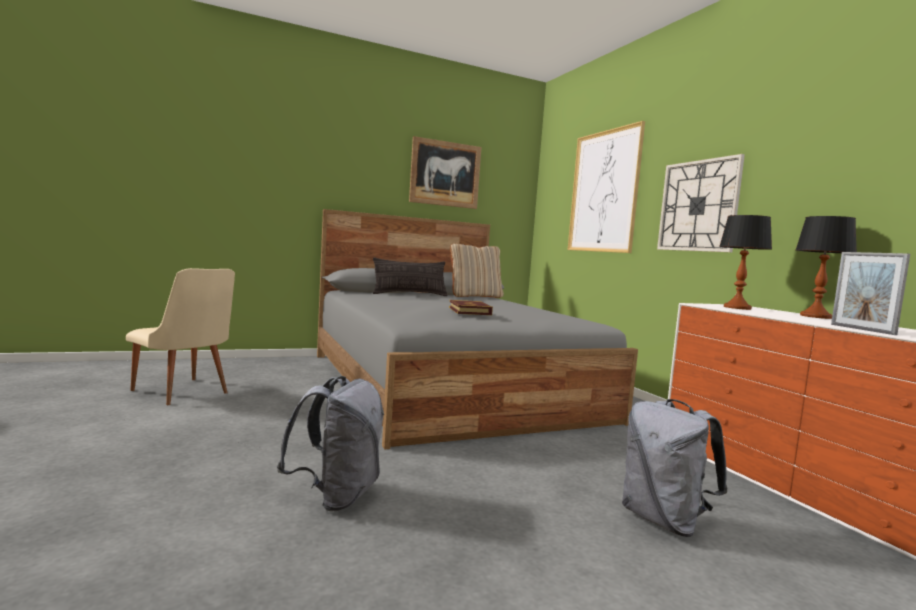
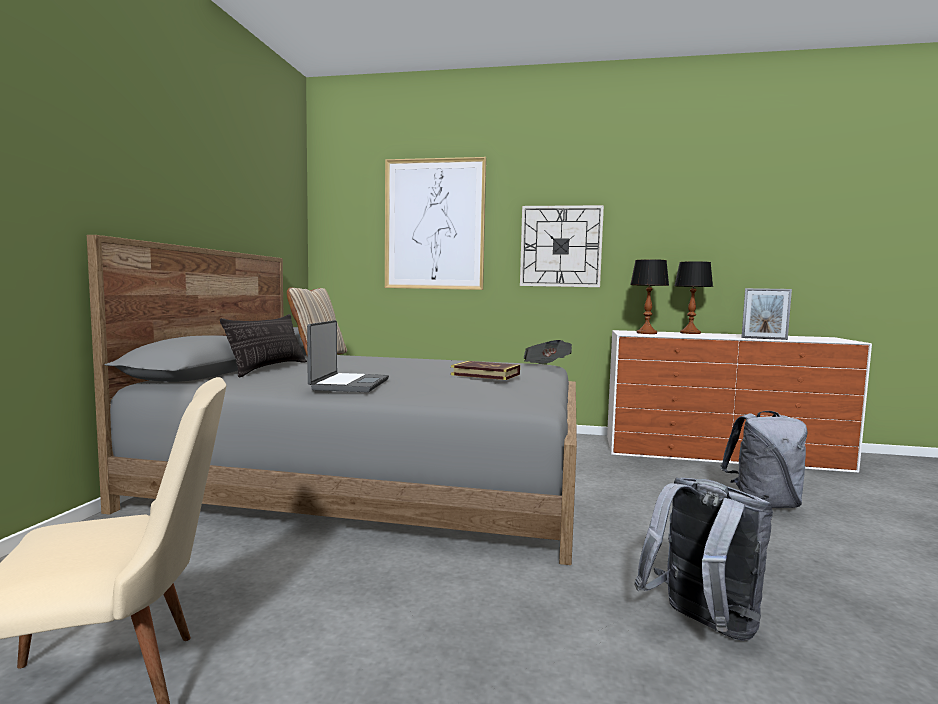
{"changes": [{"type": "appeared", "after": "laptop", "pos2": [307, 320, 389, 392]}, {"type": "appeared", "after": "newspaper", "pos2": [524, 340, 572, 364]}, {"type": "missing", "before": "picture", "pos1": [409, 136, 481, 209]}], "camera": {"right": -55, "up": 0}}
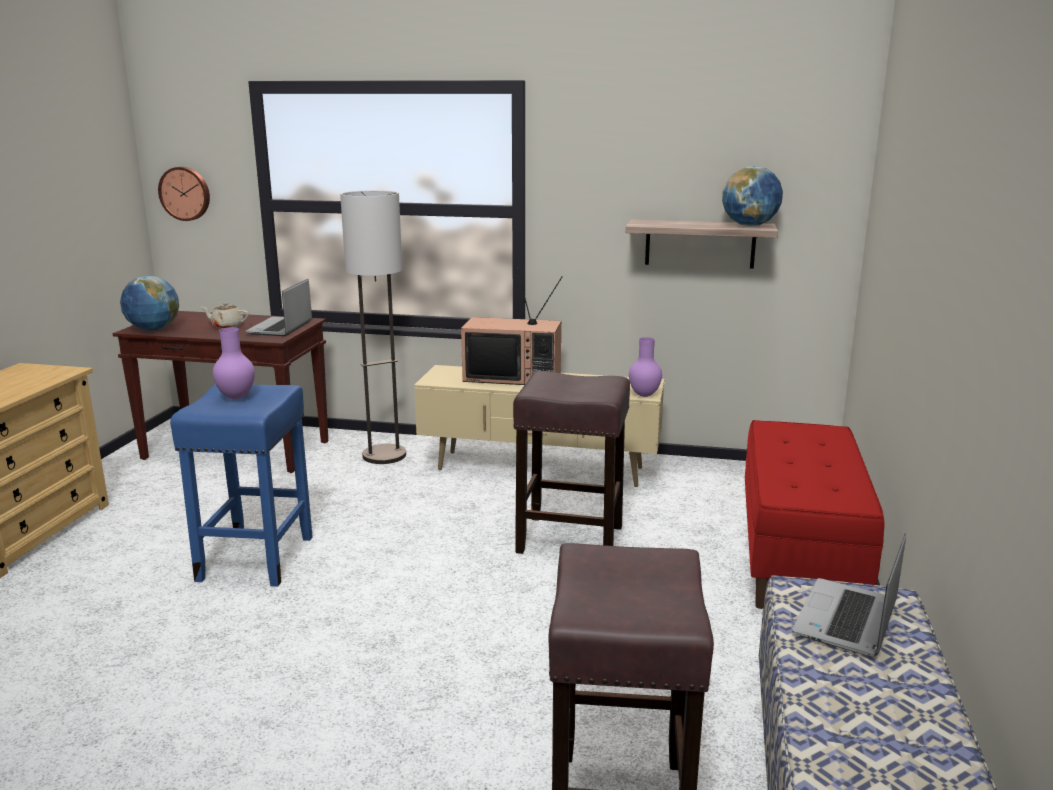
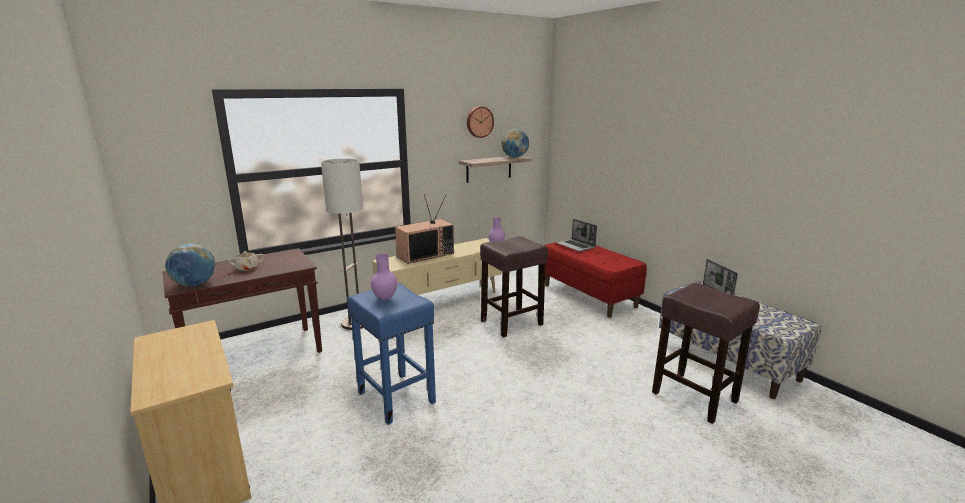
{"changes": [{"type": "relocated", "before": "wall clock", "pos1": [158, 167, 210, 221], "pos2": [467, 107, 494, 138]}, {"type": "relocated", "before": "laptop", "pos1": [245, 279, 312, 336], "pos2": [556, 219, 597, 252]}], "camera": {"right": -45, "up": 0}}
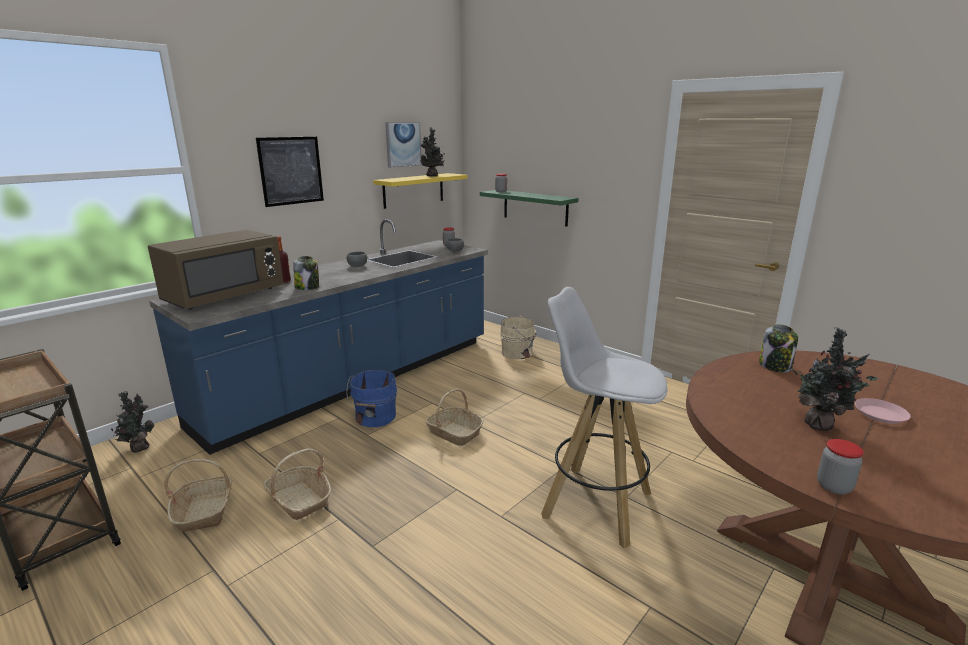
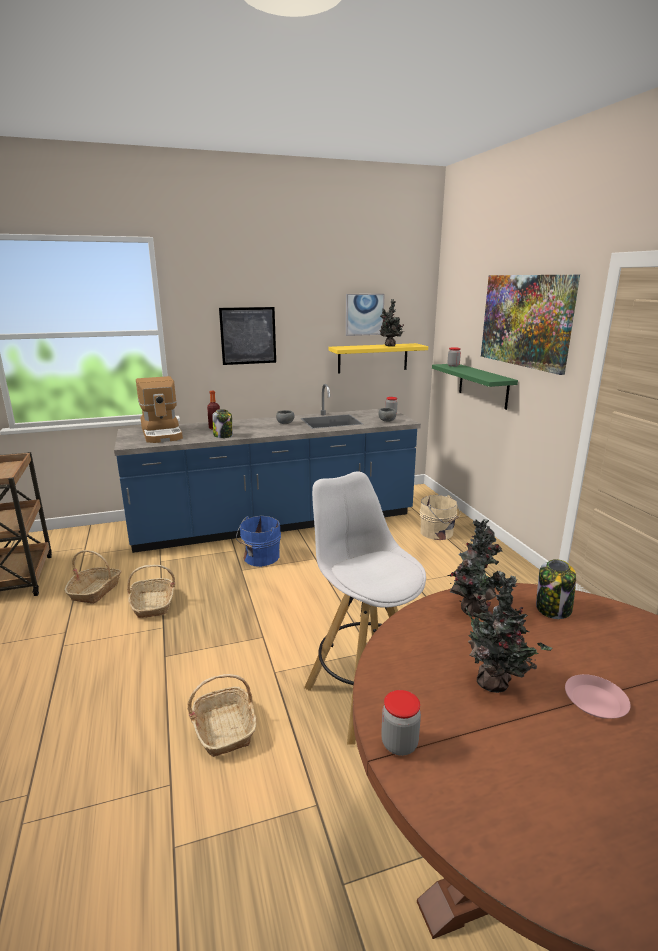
{"changes": [{"type": "exchanged", "before": "brown microwave", "after": "coffee machine", "pos1": [148, 230, 284, 309], "pos2": [136, 376, 183, 443]}, {"type": "relocated", "before": "basket", "pos1": [426, 389, 484, 446], "pos2": [188, 674, 257, 757]}, {"type": "relocated", "before": "potted plant", "pos1": [111, 391, 155, 452], "pos2": [447, 519, 504, 617]}, {"type": "appeared", "after": "picture", "pos2": [481, 275, 580, 375]}], "camera": {"right": 30, "up": 0}}
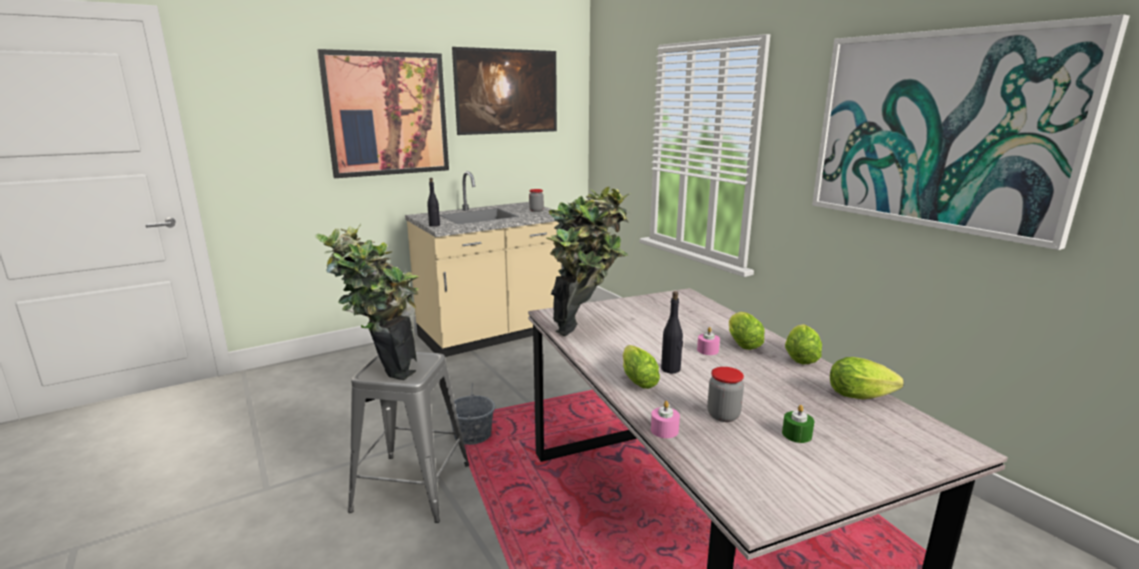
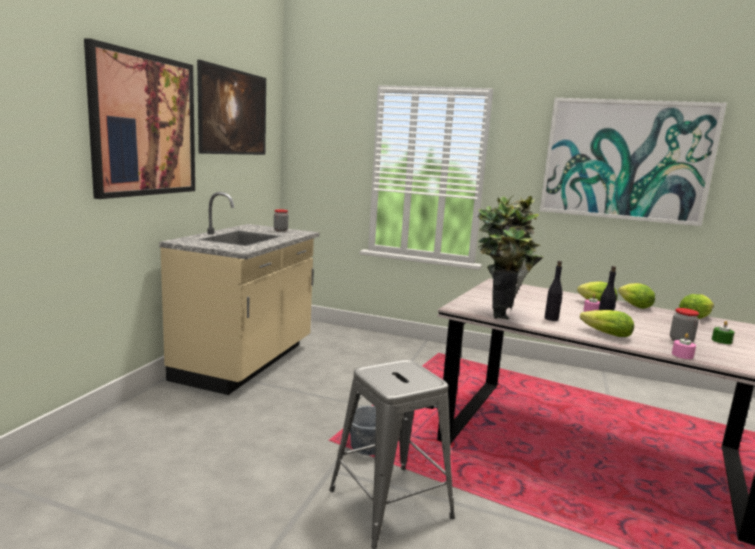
{"changes": [{"type": "relocated", "before": "black bottle", "pos1": [427, 178, 440, 227], "pos2": [544, 261, 563, 321]}, {"type": "missing", "before": "potted plant", "pos1": [315, 224, 419, 380]}], "camera": {"right": -40, "up": -5}}
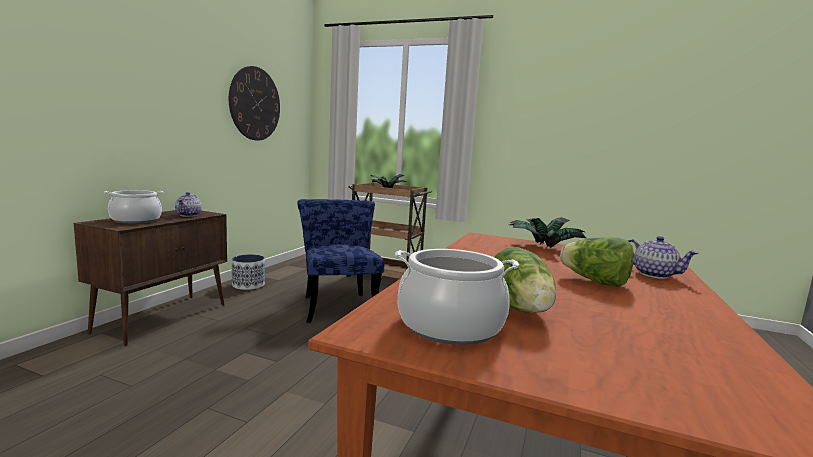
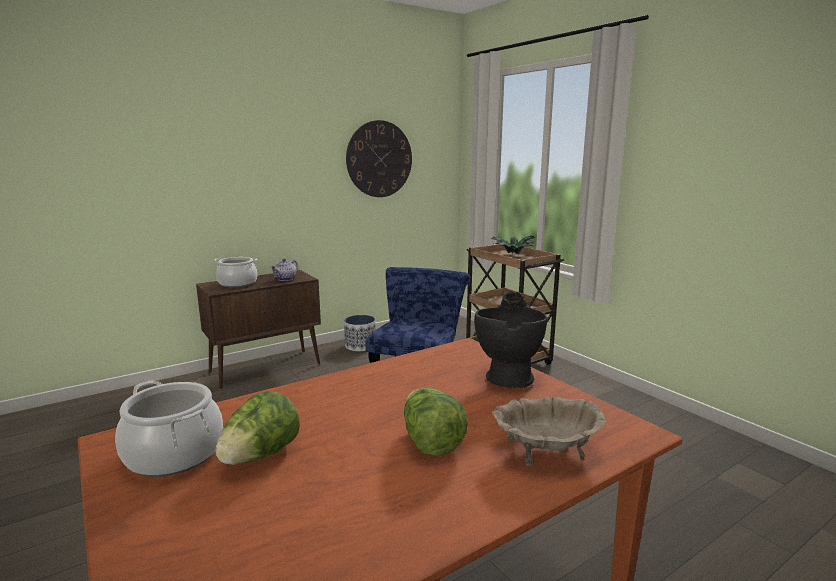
{"changes": [{"type": "exchanged", "before": "potted plant", "after": "black vase", "pos1": [510, 217, 586, 248], "pos2": [474, 292, 547, 388]}, {"type": "exchanged", "before": "teapot", "after": "beige bowl", "pos1": [628, 236, 699, 279], "pos2": [492, 397, 606, 466]}], "camera": {"right": 35, "up": 5}}
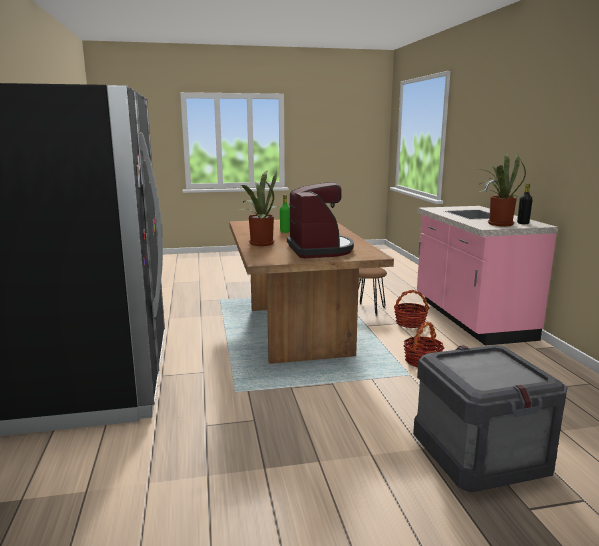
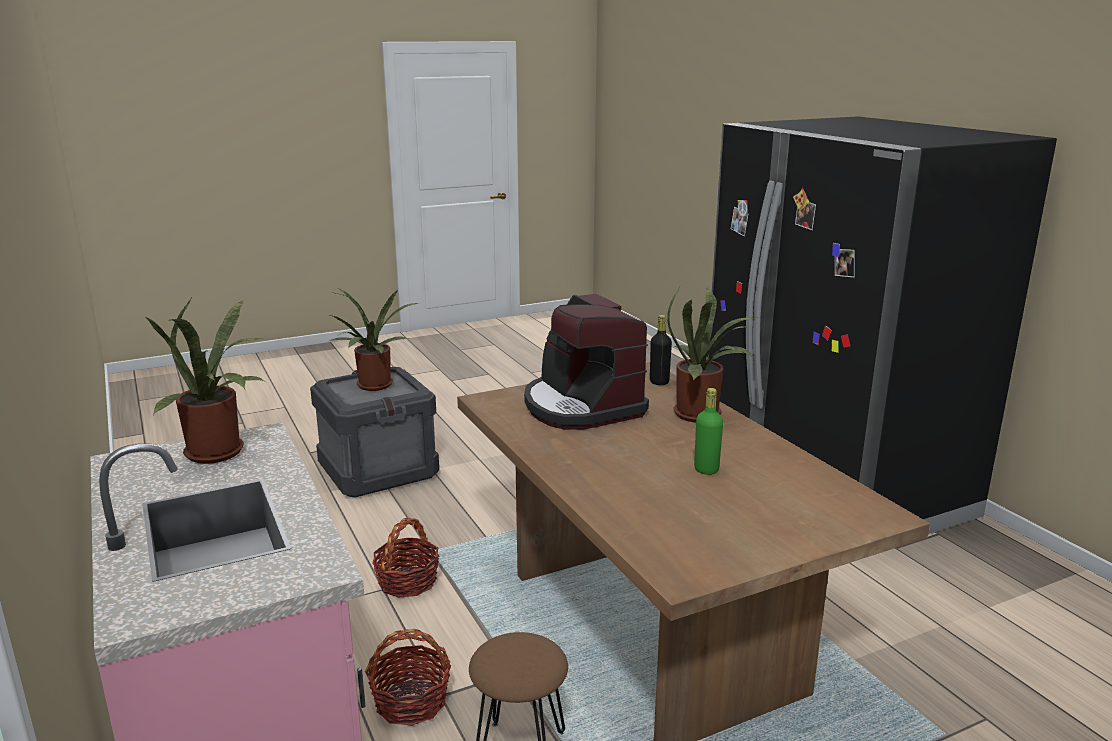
{"changes": [{"type": "appeared", "after": "potted plant", "pos2": [329, 287, 418, 391]}, {"type": "relocated", "before": "black bottle", "pos1": [517, 183, 533, 224], "pos2": [650, 315, 672, 385]}], "camera": {"right": 165, "up": 5}}
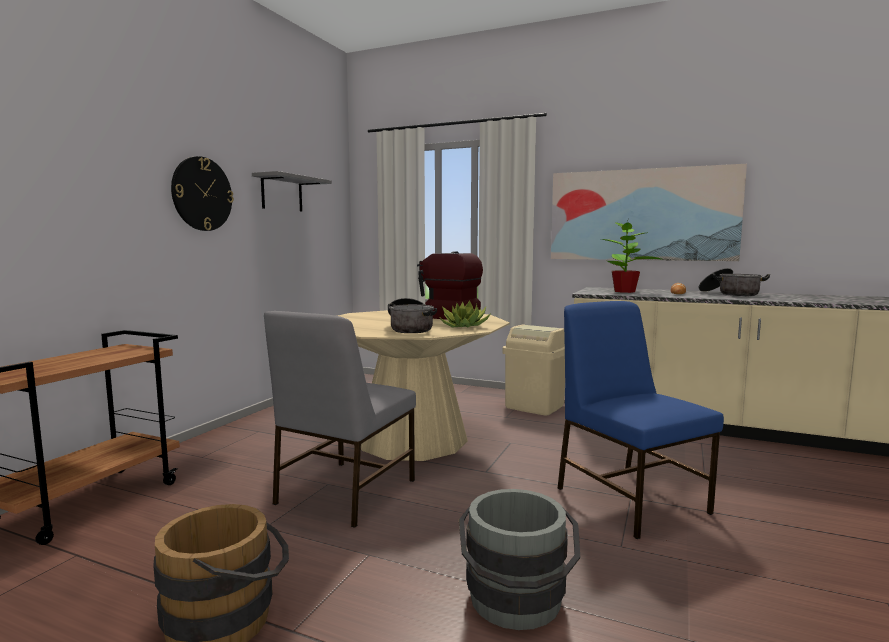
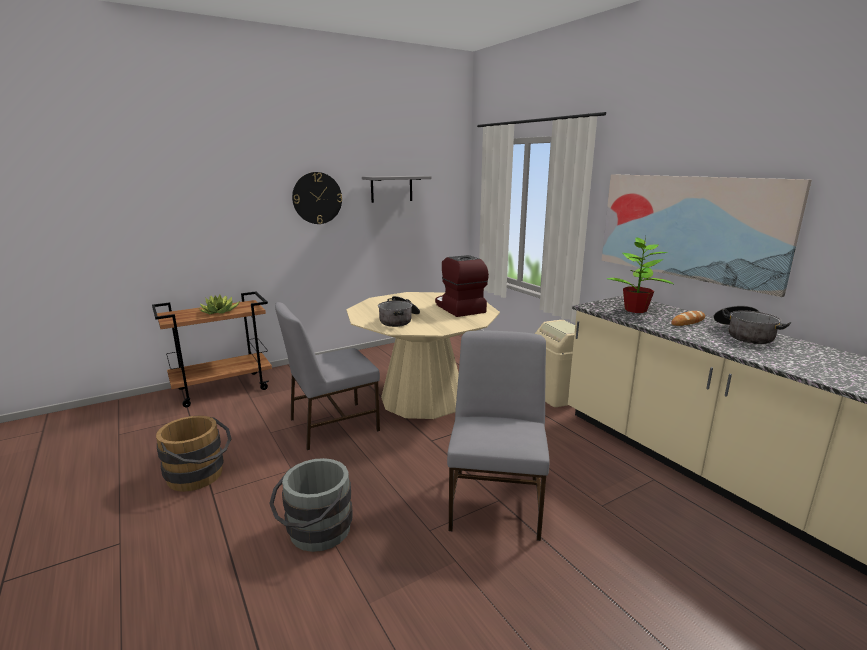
{"changes": [{"type": "relocated", "before": "potted plant", "pos1": [439, 301, 491, 327], "pos2": [199, 295, 241, 314]}, {"type": "colour", "before": "blue chair", "after": "grey chair", "pos1": [558, 301, 724, 539], "pos2": [447, 330, 550, 541]}], "camera": {"right": 35, "up": 10}}
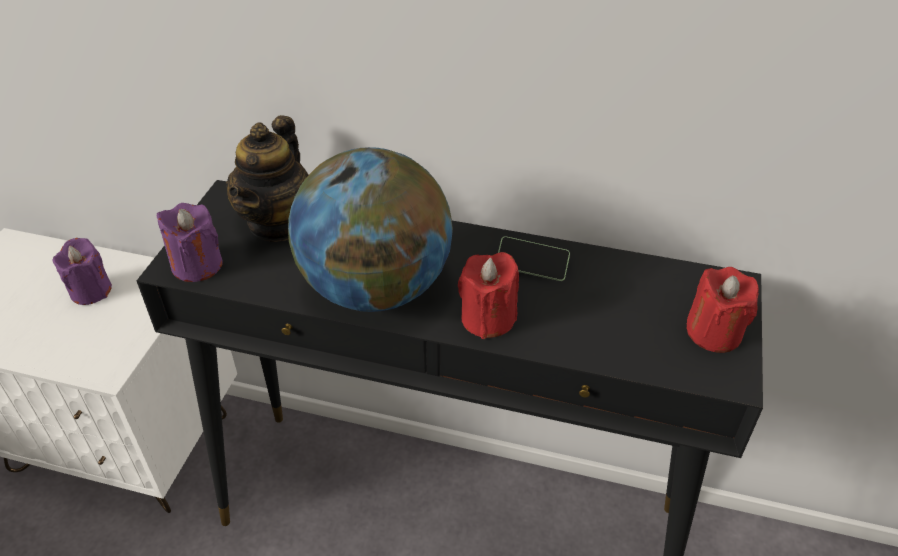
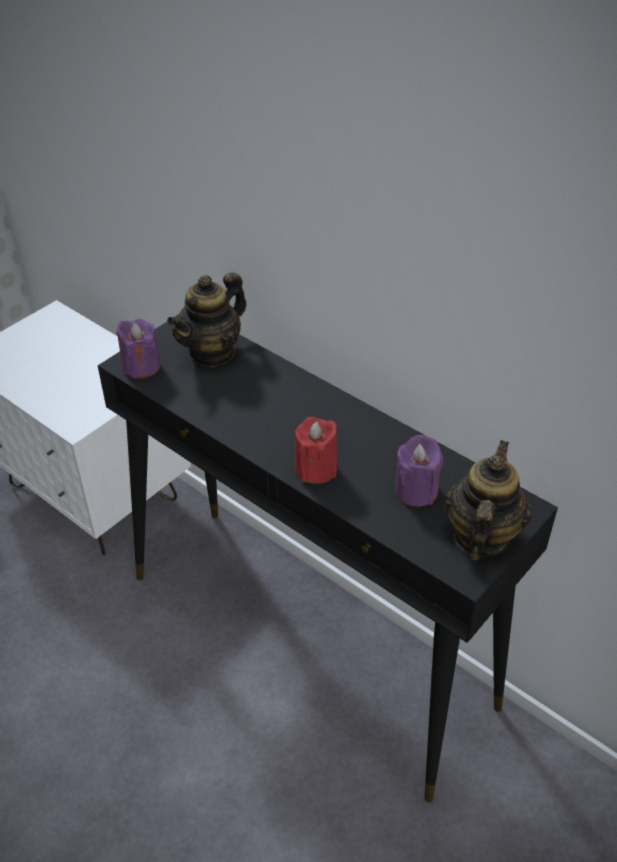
{"changes": [{"type": "relocated", "before": "purple candle", "pos1": [52, 238, 112, 305], "pos2": [395, 435, 443, 507]}, {"type": "exchanged", "before": "red candle", "after": "teapot", "pos1": [687, 267, 759, 353], "pos2": [445, 440, 532, 561]}, {"type": "missing", "before": "globe", "pos1": [288, 147, 453, 312]}, {"type": "missing", "before": "phone", "pos1": [498, 236, 570, 281]}], "camera": {"right": 25, "up": 0}}
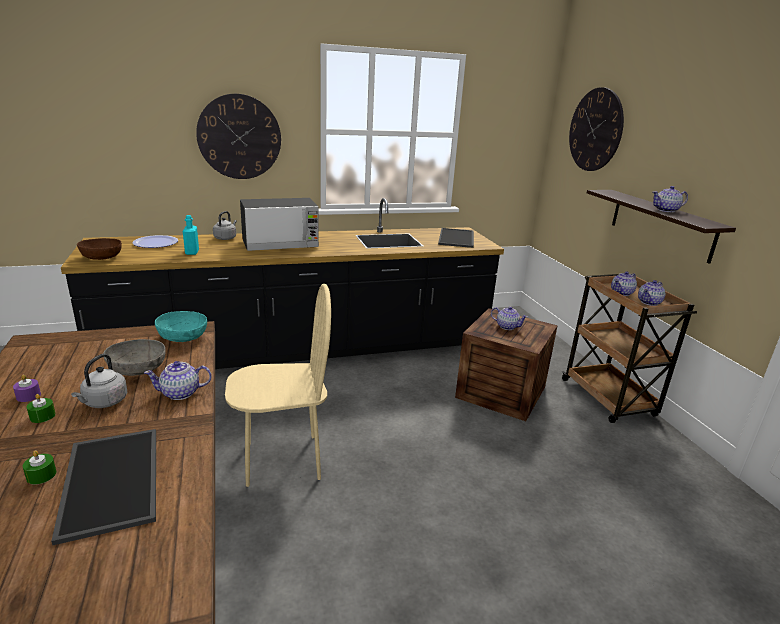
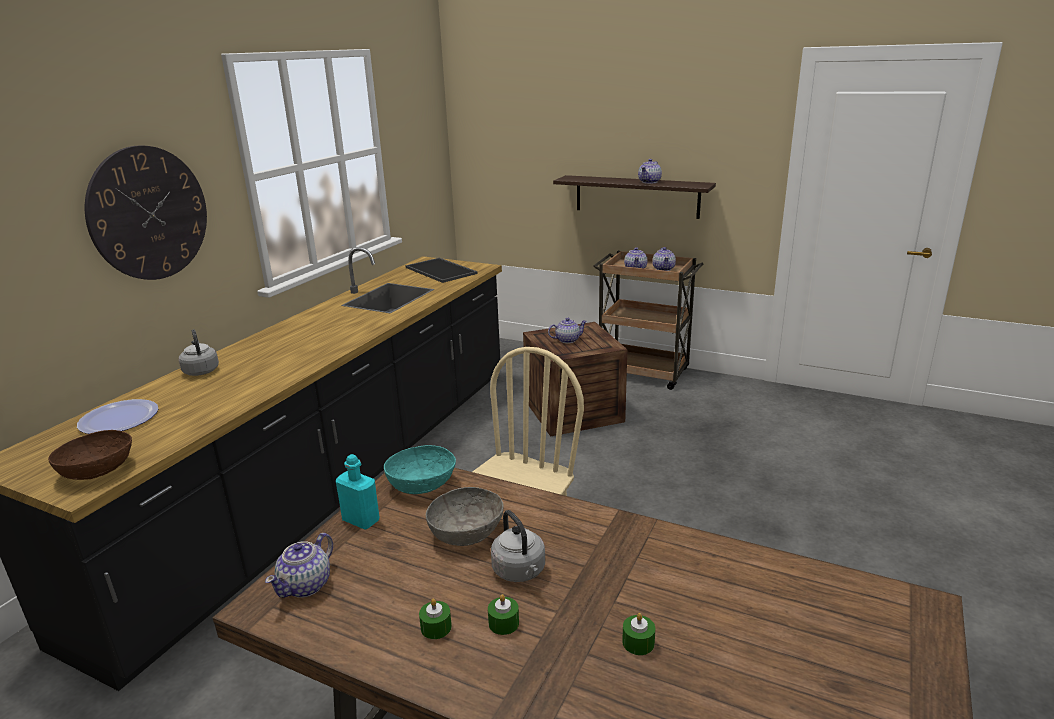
{"changes": [{"type": "relocated", "before": "teapot", "pos1": [144, 361, 212, 400], "pos2": [265, 533, 333, 598]}, {"type": "relocated", "before": "turquoise bottle", "pos1": [183, 215, 199, 255], "pos2": [336, 454, 380, 530]}, {"type": "colour", "before": "purple candle", "after": "green candle", "pos1": [13, 374, 41, 402], "pos2": [419, 598, 452, 639]}, {"type": "missing", "before": "tray", "pos1": [51, 429, 156, 546]}, {"type": "missing", "before": "microwave", "pos1": [240, 198, 319, 251]}, {"type": "missing", "before": "wall clock", "pos1": [569, 87, 624, 171]}], "camera": {"right": -45, "up": 0}}
